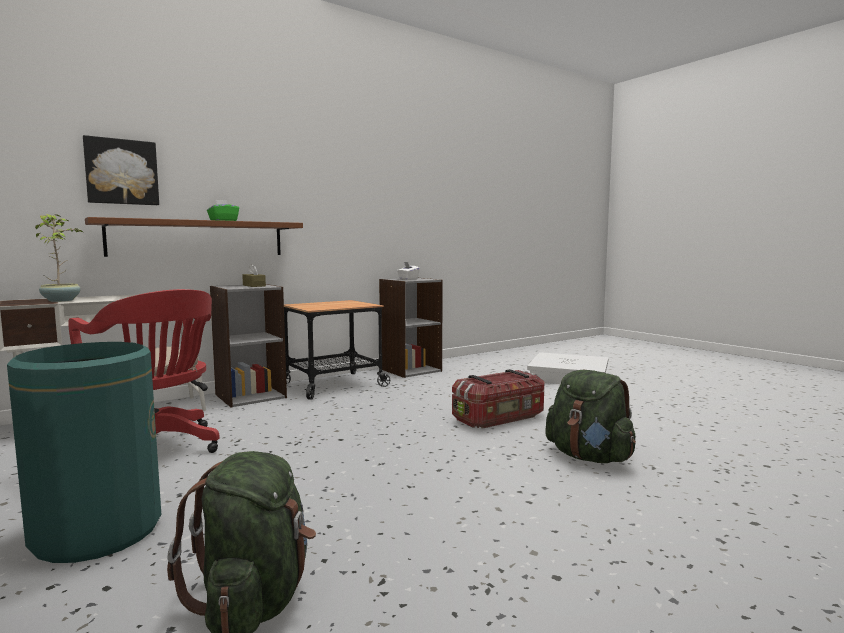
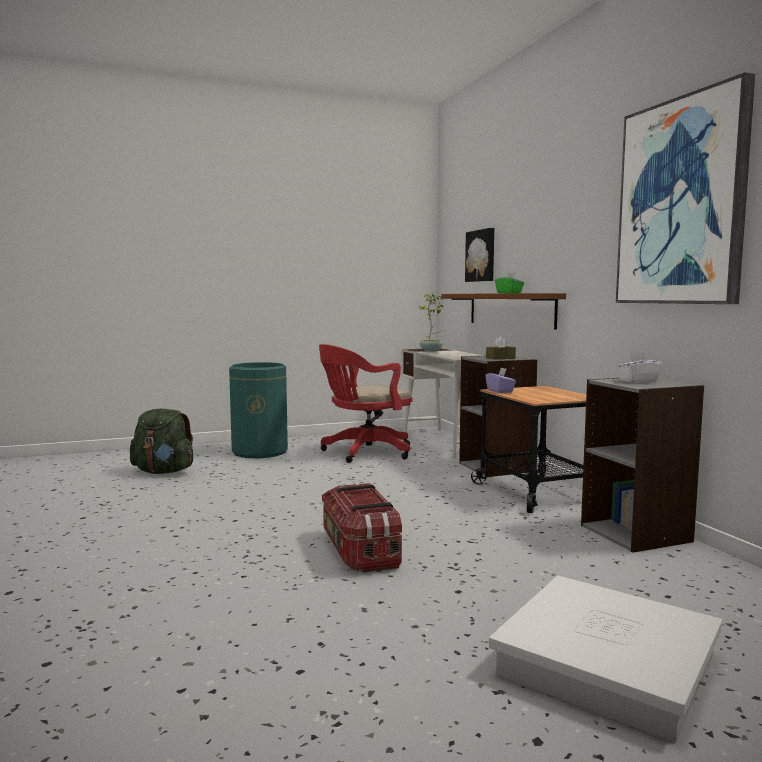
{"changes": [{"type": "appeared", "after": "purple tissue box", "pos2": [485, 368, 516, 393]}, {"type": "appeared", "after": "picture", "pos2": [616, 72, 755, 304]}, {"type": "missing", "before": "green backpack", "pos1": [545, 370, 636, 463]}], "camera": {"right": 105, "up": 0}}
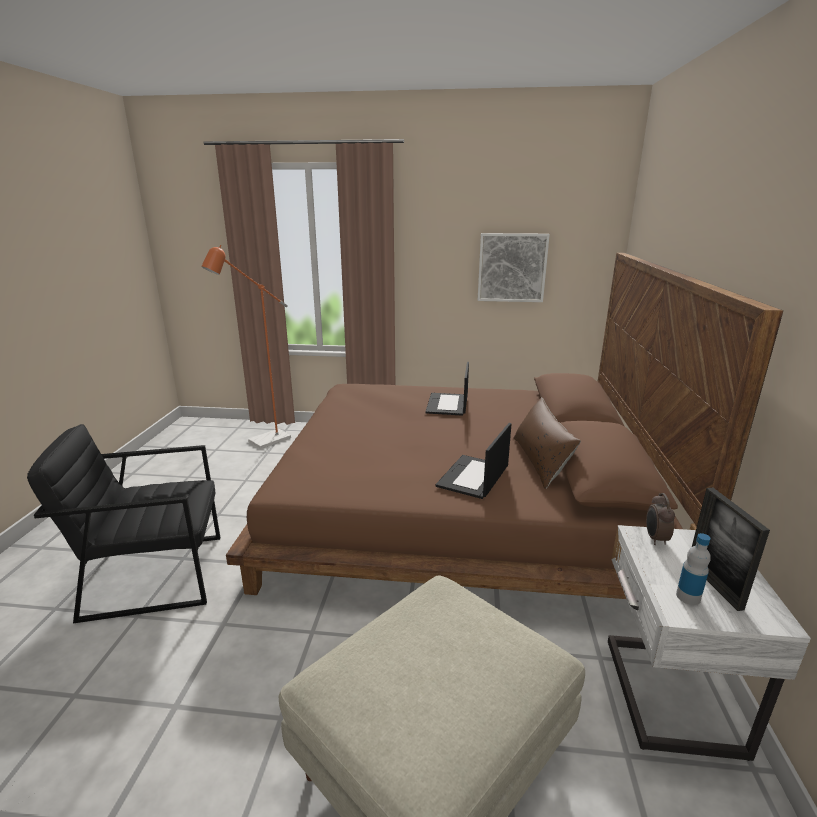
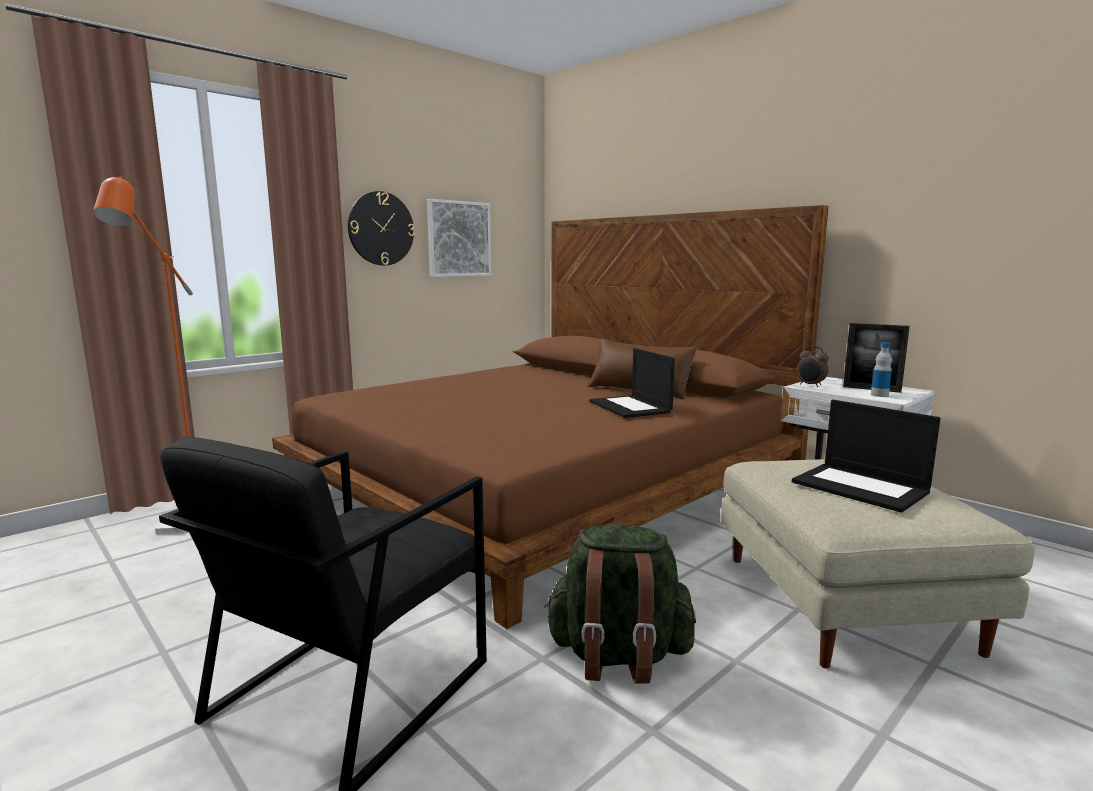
{"changes": [{"type": "appeared", "after": "wall clock", "pos2": [348, 191, 415, 265]}, {"type": "appeared", "after": "green backpack", "pos2": [544, 524, 696, 684]}, {"type": "relocated", "before": "laptop", "pos1": [426, 362, 469, 416], "pos2": [792, 400, 940, 513]}], "camera": {"right": -50, "up": -10}}
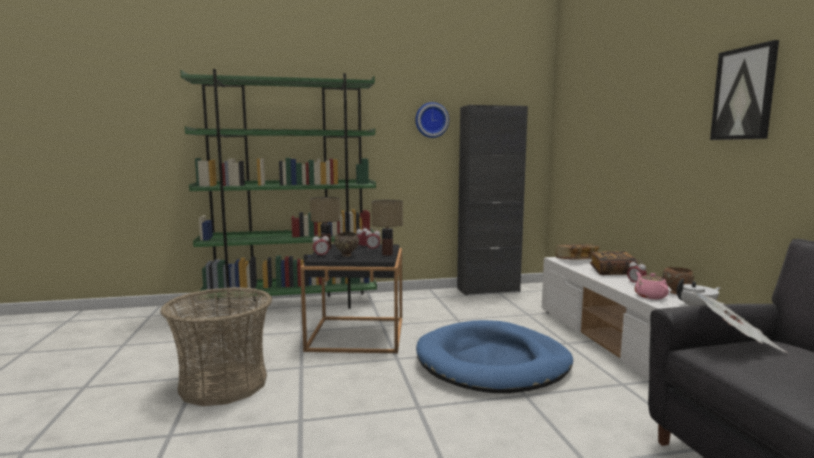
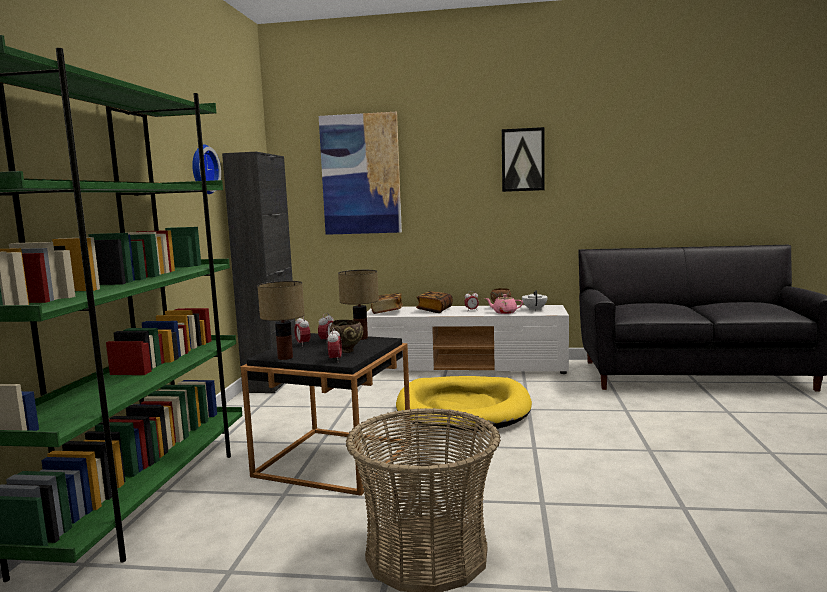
{"changes": [{"type": "appeared", "after": "picture", "pos2": [319, 112, 402, 235]}, {"type": "colour", "before": "blue dog bed", "after": "yellow dog bed", "pos1": [416, 320, 573, 393], "pos2": [396, 376, 532, 432]}, {"type": "missing", "before": "newspaper", "pos1": [691, 291, 786, 352]}], "camera": {"right": -70, "up": 0}}
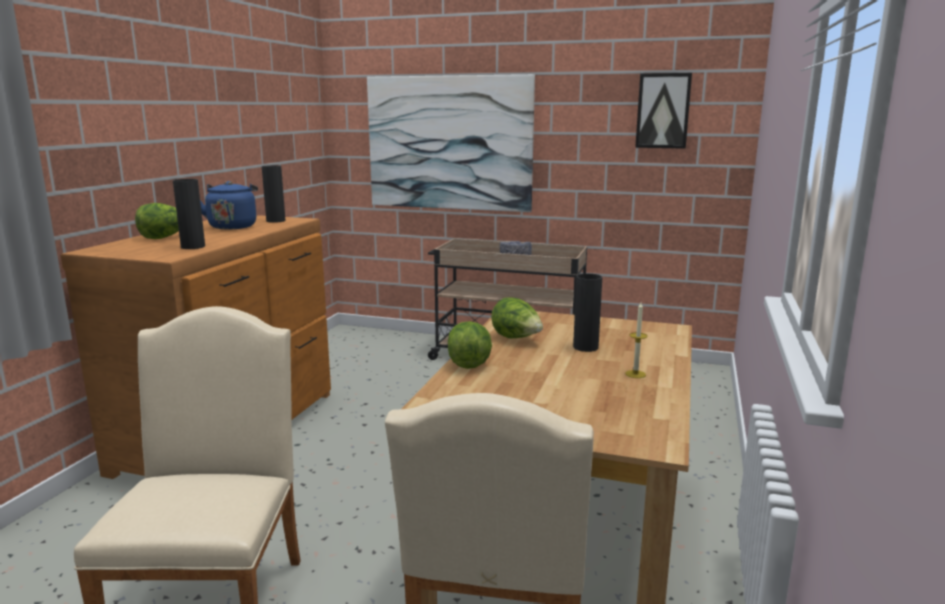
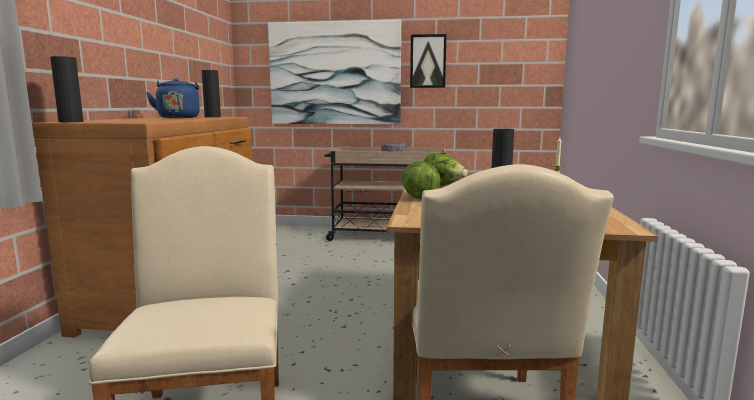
{"changes": [{"type": "relocated", "before": "black vase", "pos1": [173, 179, 205, 249], "pos2": [50, 56, 83, 122]}, {"type": "relocated", "before": "picture", "pos1": [635, 73, 692, 149], "pos2": [410, 34, 447, 88]}, {"type": "missing", "before": "lettuce", "pos1": [135, 203, 179, 239]}], "camera": {"right": -10, "up": -5}}
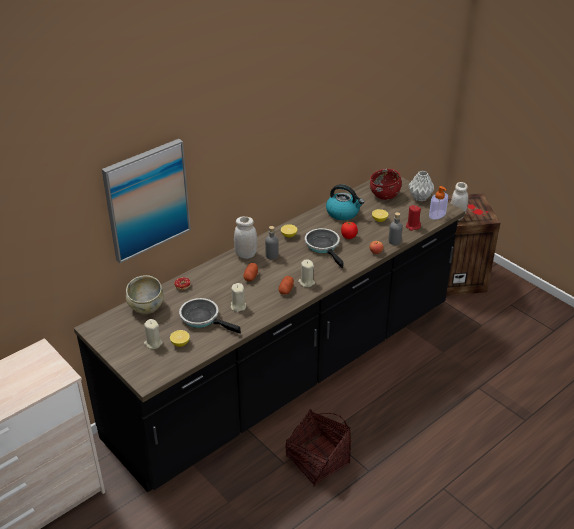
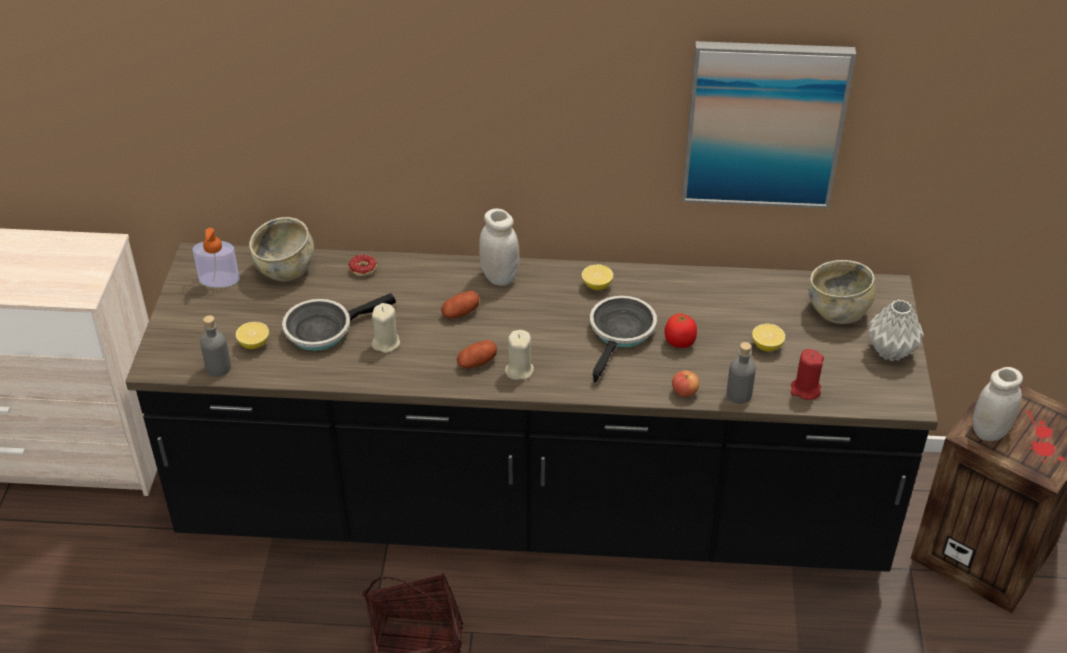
{"changes": [{"type": "relocated", "before": "soap dispenser", "pos1": [429, 186, 448, 219], "pos2": [193, 228, 240, 288]}, {"type": "relocated", "before": "grey bottle", "pos1": [265, 226, 279, 260], "pos2": [200, 315, 231, 377]}, {"type": "spun", "before": "frying pan", "pos1": [179, 298, 241, 333], "pos2": [282, 293, 396, 351], "turn": -105}, {"type": "relocated", "before": "picture", "pos1": [102, 139, 191, 263], "pos2": [682, 41, 856, 208]}, {"type": "colour", "before": "red bowl", "after": "beige bowl", "pos1": [370, 169, 402, 200], "pos2": [809, 260, 876, 324]}, {"type": "missing", "before": "beige candle", "pos1": [144, 319, 163, 349]}, {"type": "missing", "before": "kettle", "pos1": [326, 184, 364, 220]}], "camera": {"right": 45, "up": 5}}
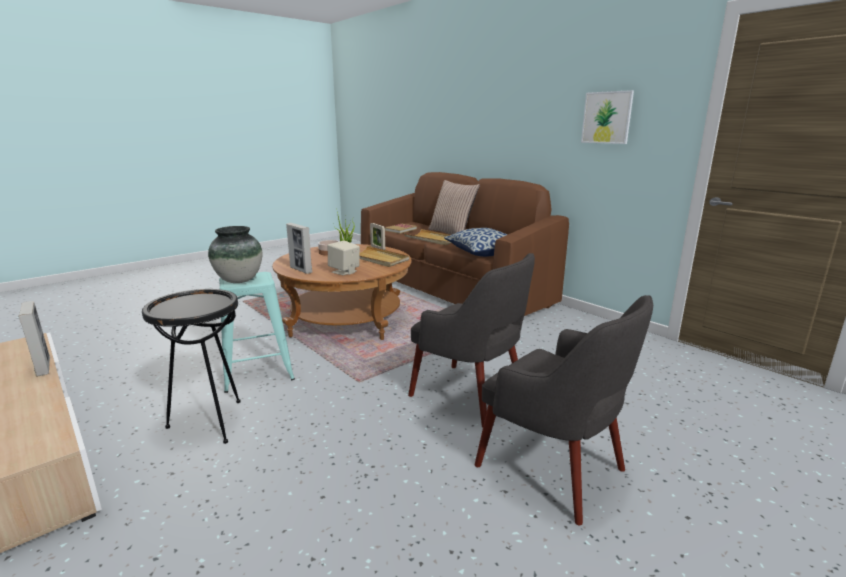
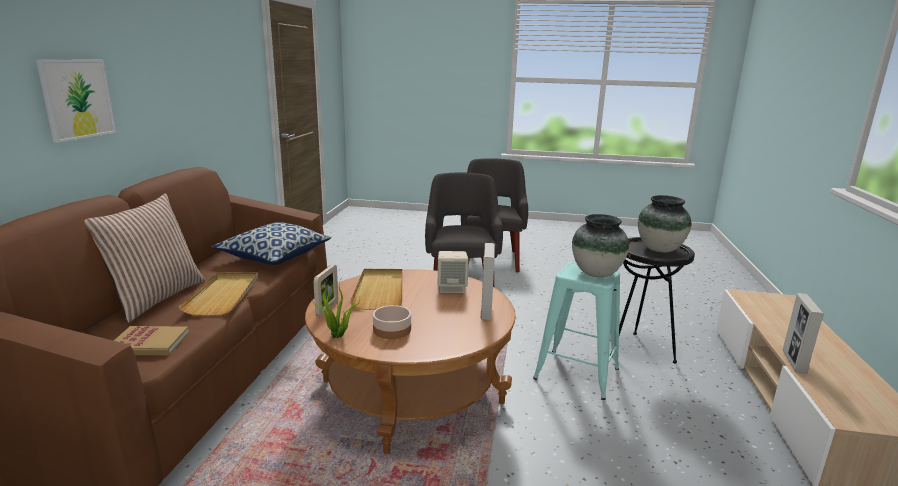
{"changes": [{"type": "relocated", "before": "picture", "pos1": [581, 90, 634, 144], "pos2": [36, 60, 116, 143]}, {"type": "appeared", "after": "vase", "pos2": [638, 195, 692, 253]}], "camera": {"right": -130, "up": 0}}
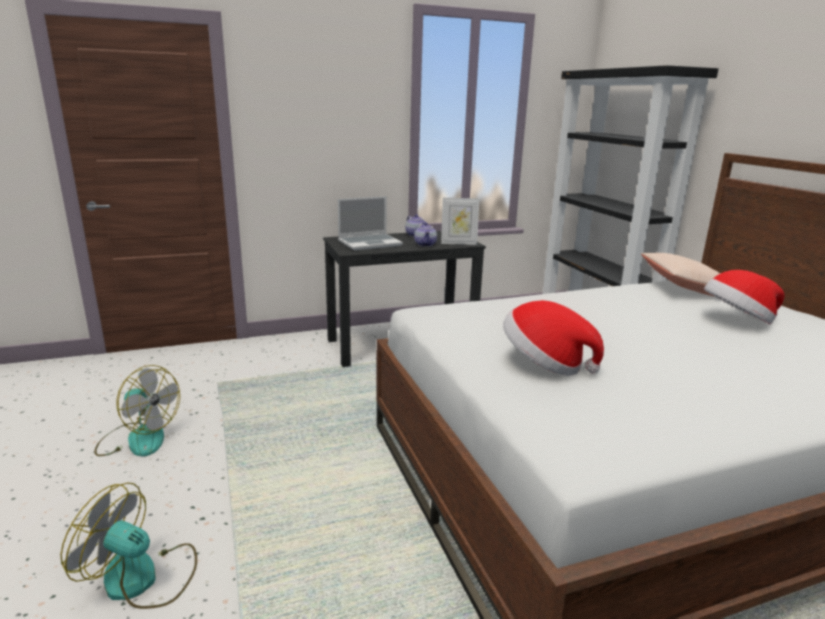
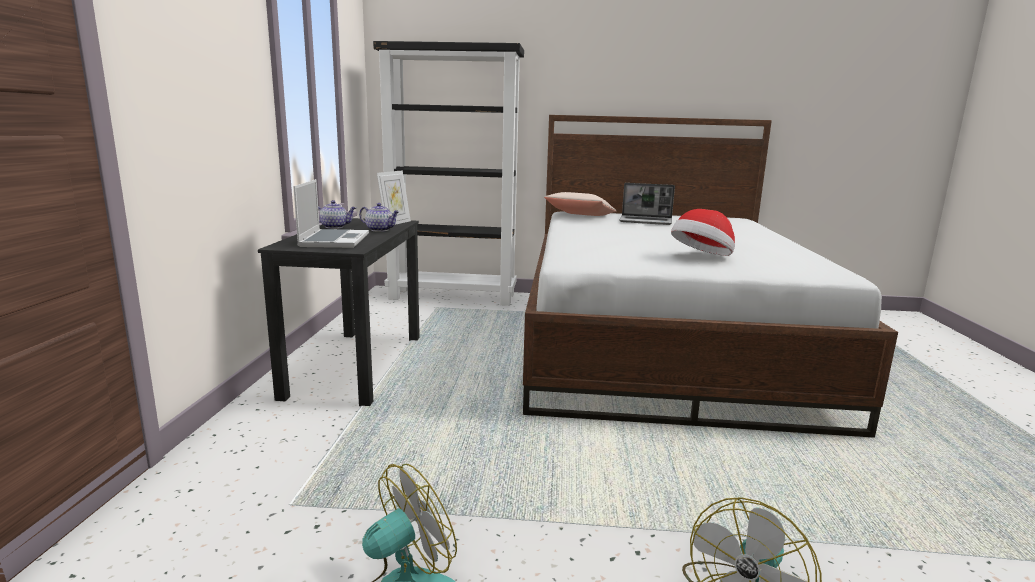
{"changes": [{"type": "exchanged", "before": "hat", "after": "laptop", "pos1": [704, 270, 785, 325], "pos2": [619, 183, 675, 225]}], "camera": {"right": -65, "up": -5}}
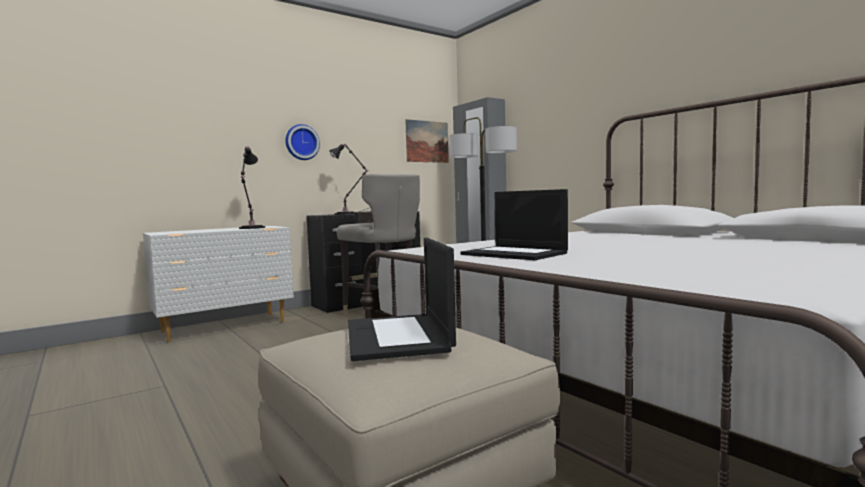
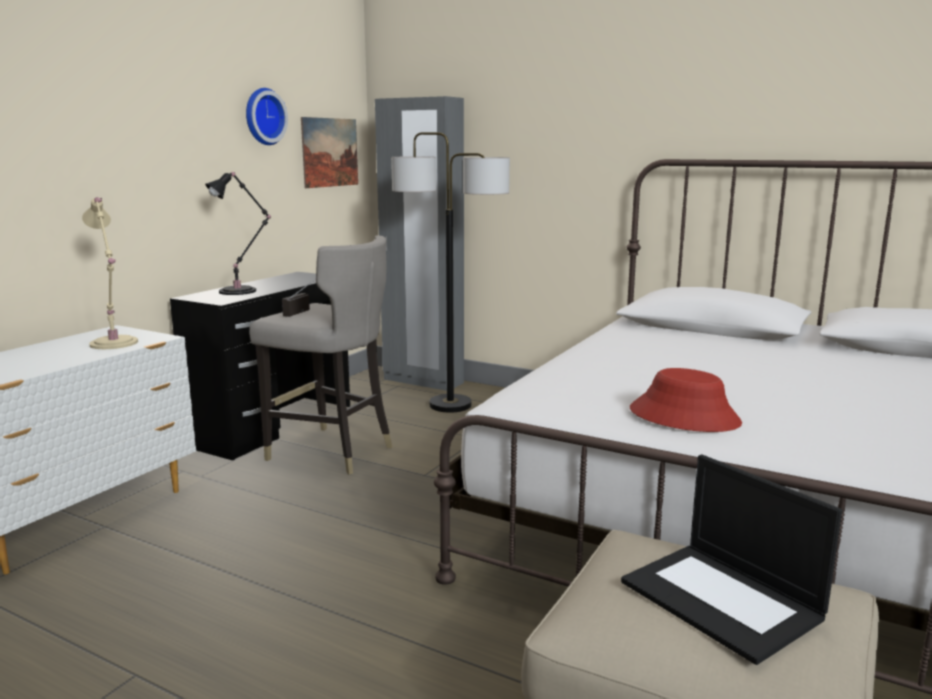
{"changes": [{"type": "colour", "before": "black table lamp", "after": "beige table lamp", "pos1": [239, 146, 265, 229], "pos2": [82, 197, 138, 349]}, {"type": "relocated", "before": "wall clock", "pos1": [285, 124, 320, 160], "pos2": [246, 88, 288, 145]}, {"type": "exchanged", "before": "laptop", "after": "red hat", "pos1": [461, 189, 568, 260], "pos2": [630, 368, 742, 432]}], "camera": {"right": -25, "up": 10}}
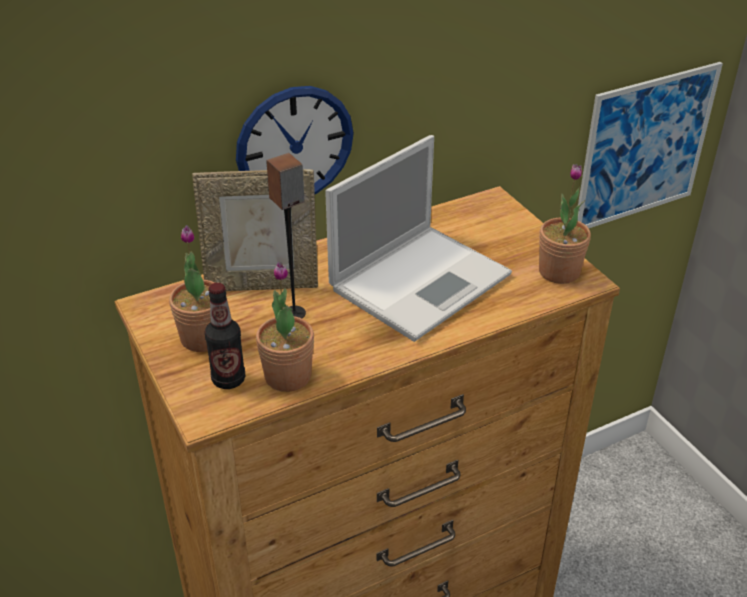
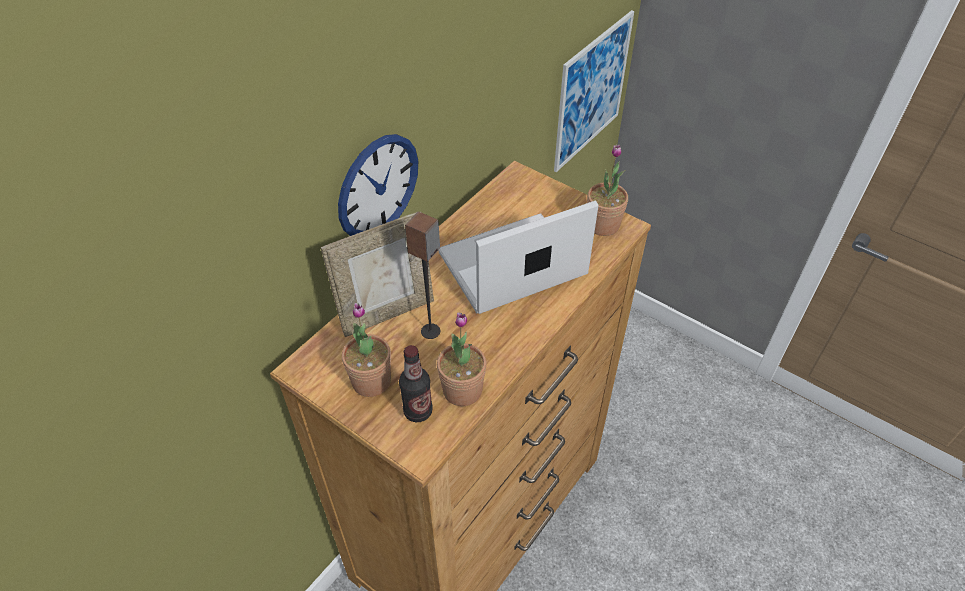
{"changes": [{"type": "spun", "before": "laptop", "pos1": [325, 135, 512, 342], "pos2": [438, 201, 598, 314], "turn": -135}], "camera": {"right": -25, "up": 10}}
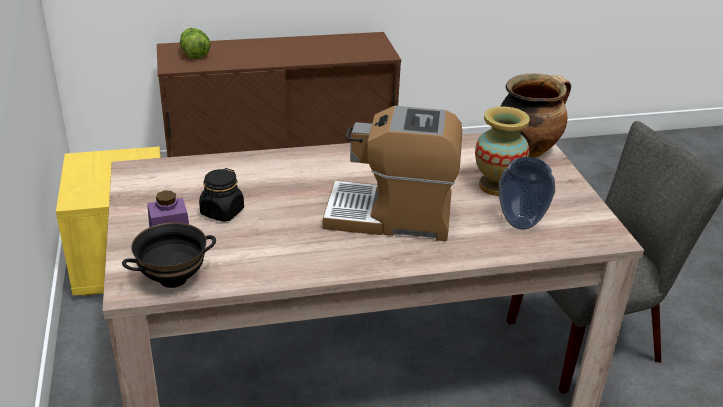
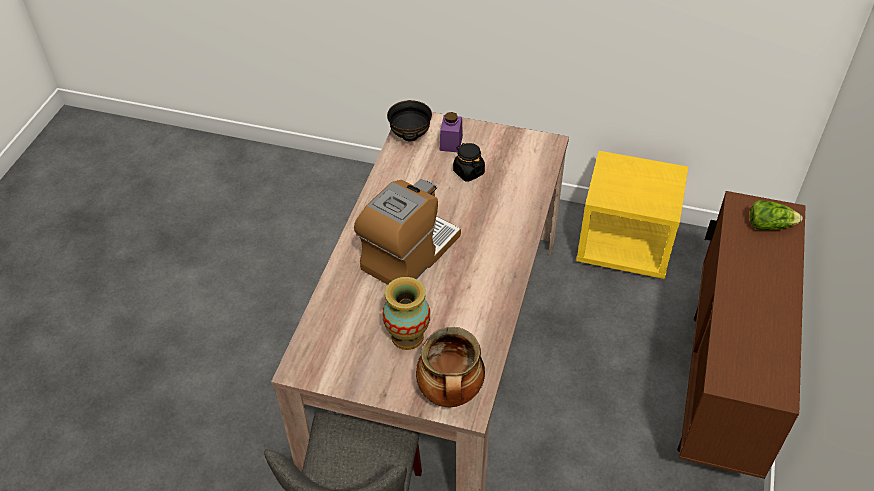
{"changes": [{"type": "missing", "before": "vase", "pos1": [499, 157, 555, 229]}], "camera": {"right": 120, "up": 15}}
